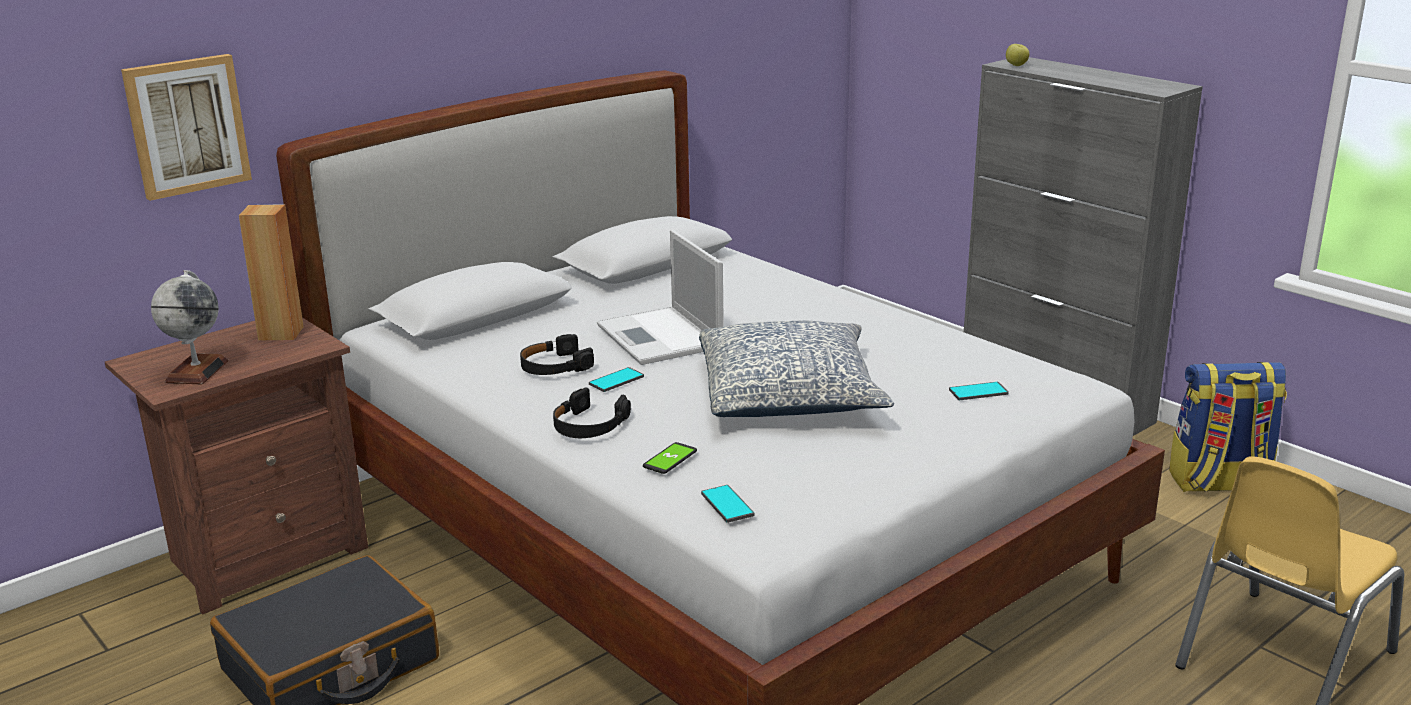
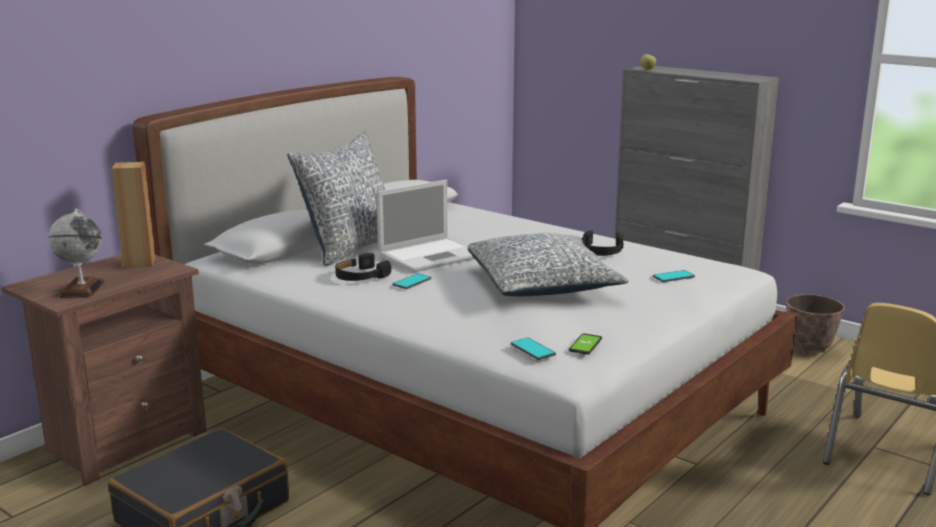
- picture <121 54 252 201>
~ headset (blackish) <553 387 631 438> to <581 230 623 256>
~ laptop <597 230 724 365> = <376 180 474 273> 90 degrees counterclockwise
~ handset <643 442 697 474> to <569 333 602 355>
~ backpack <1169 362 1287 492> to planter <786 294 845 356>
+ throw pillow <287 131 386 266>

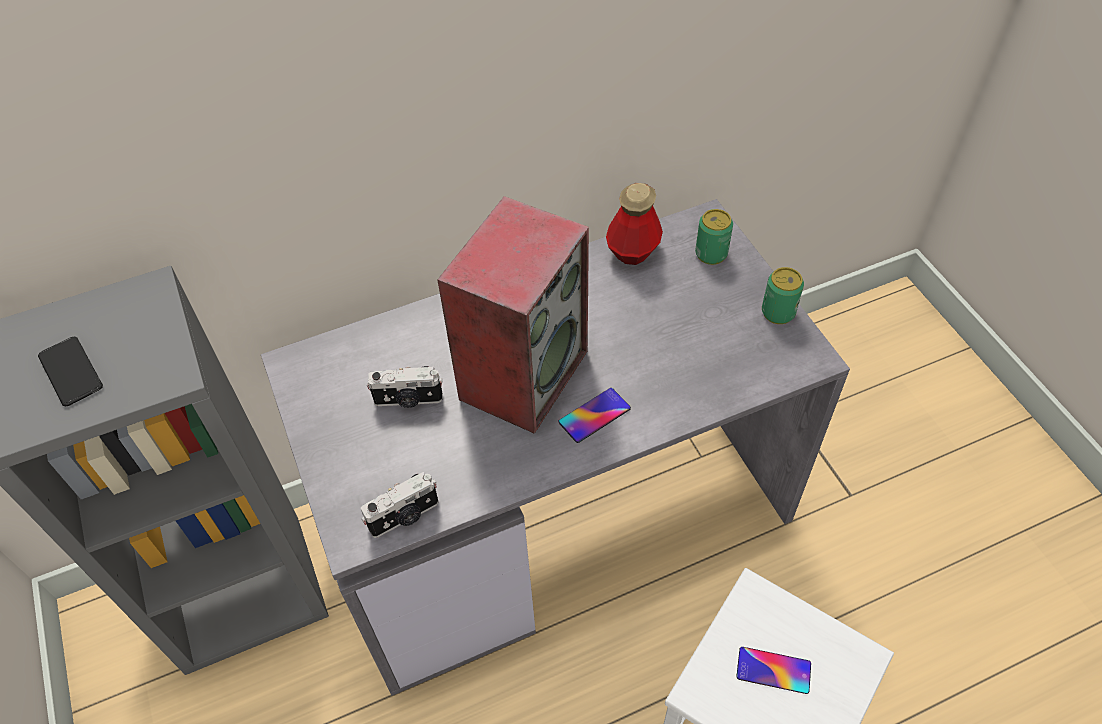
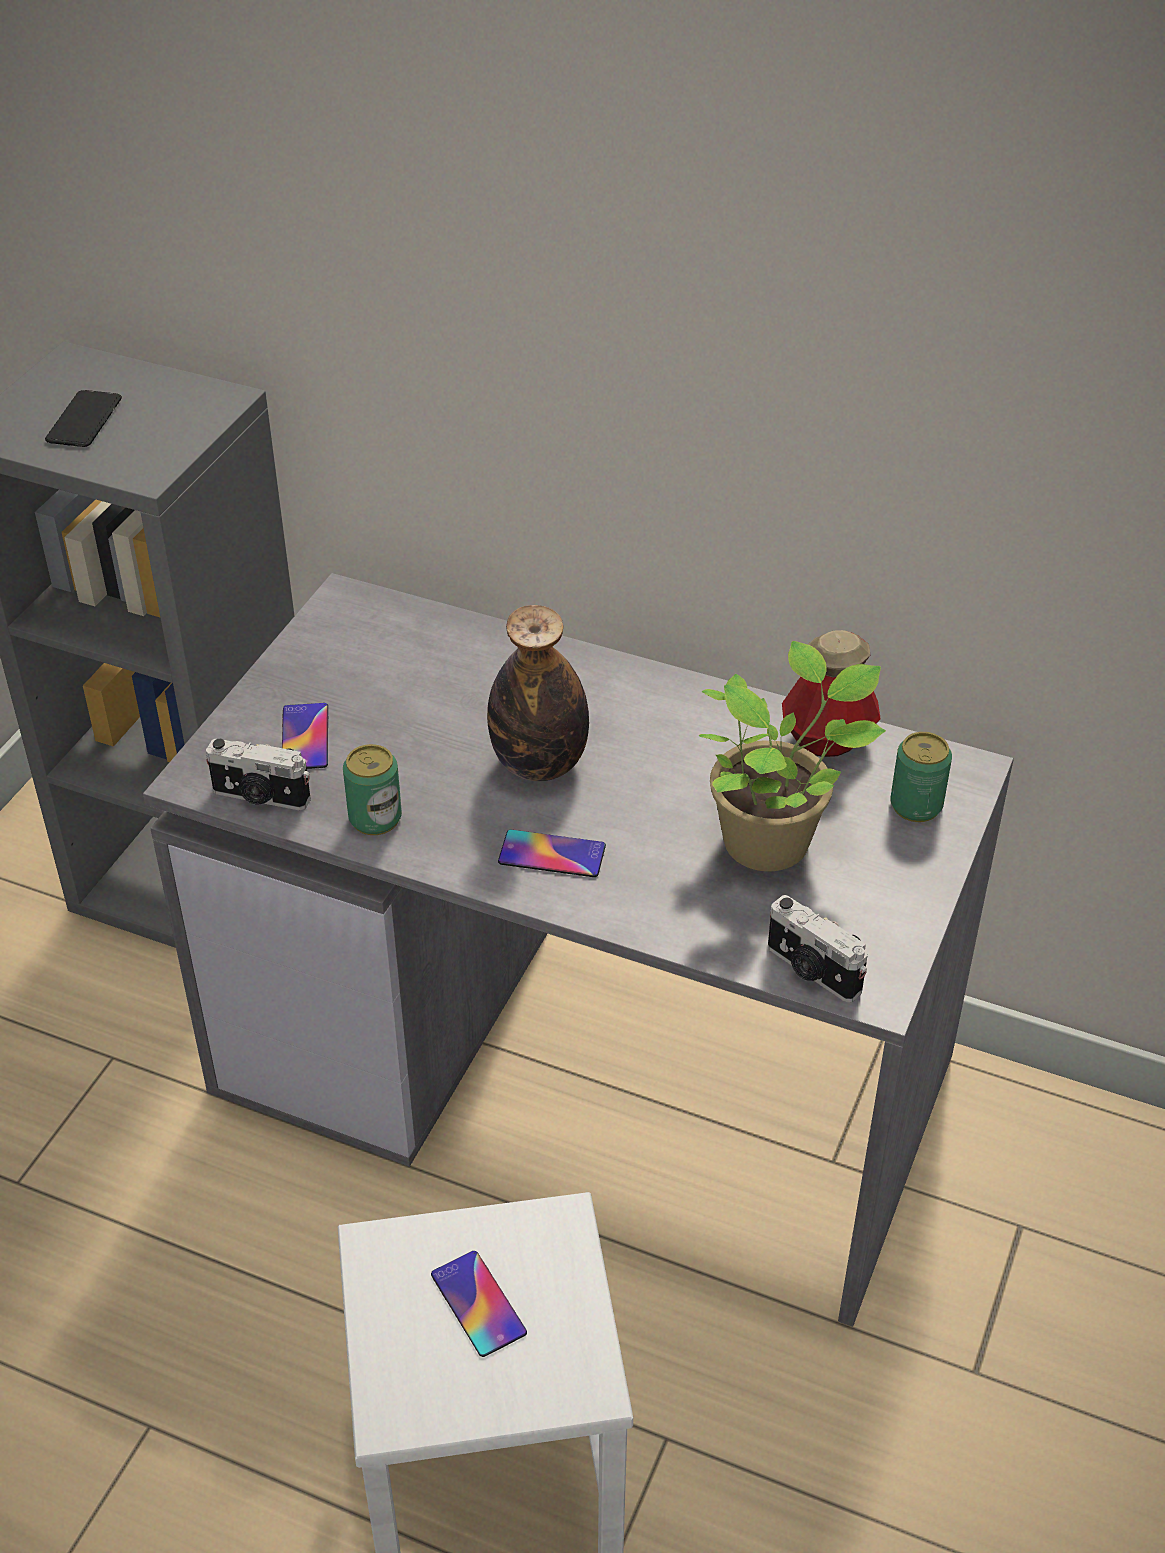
~ photo camera <367 366 443 408> to <768 895 868 1002>
~ speaker <437 196 589 434> to drink bottle <487 605 589 781>
~ metal can <762 267 804 324> to <343 744 402 835>
+ handset <282 703 328 769>
+ plant in a pot <699 641 886 872>

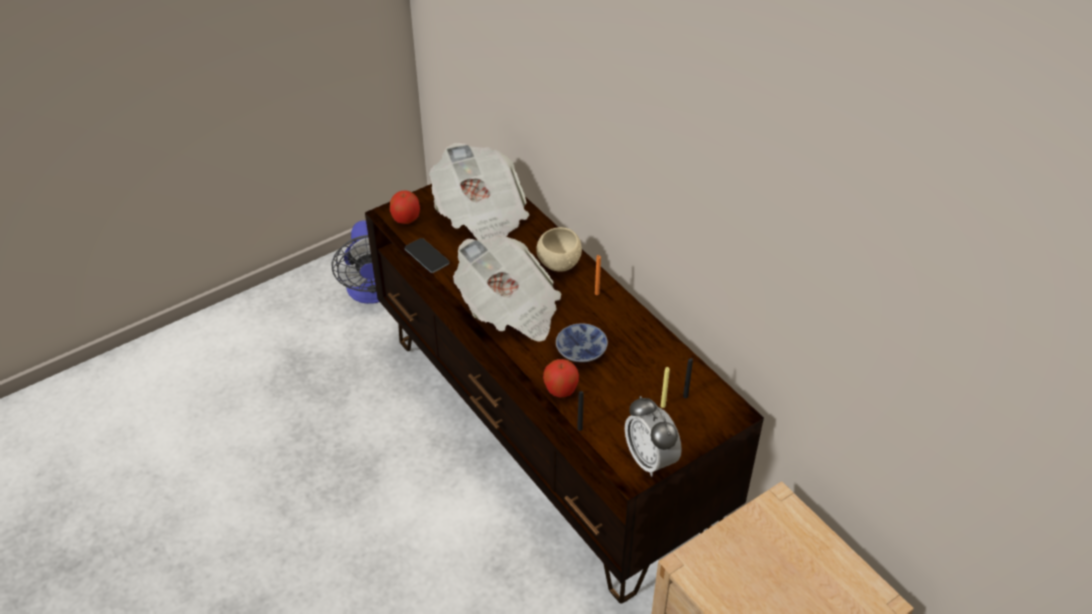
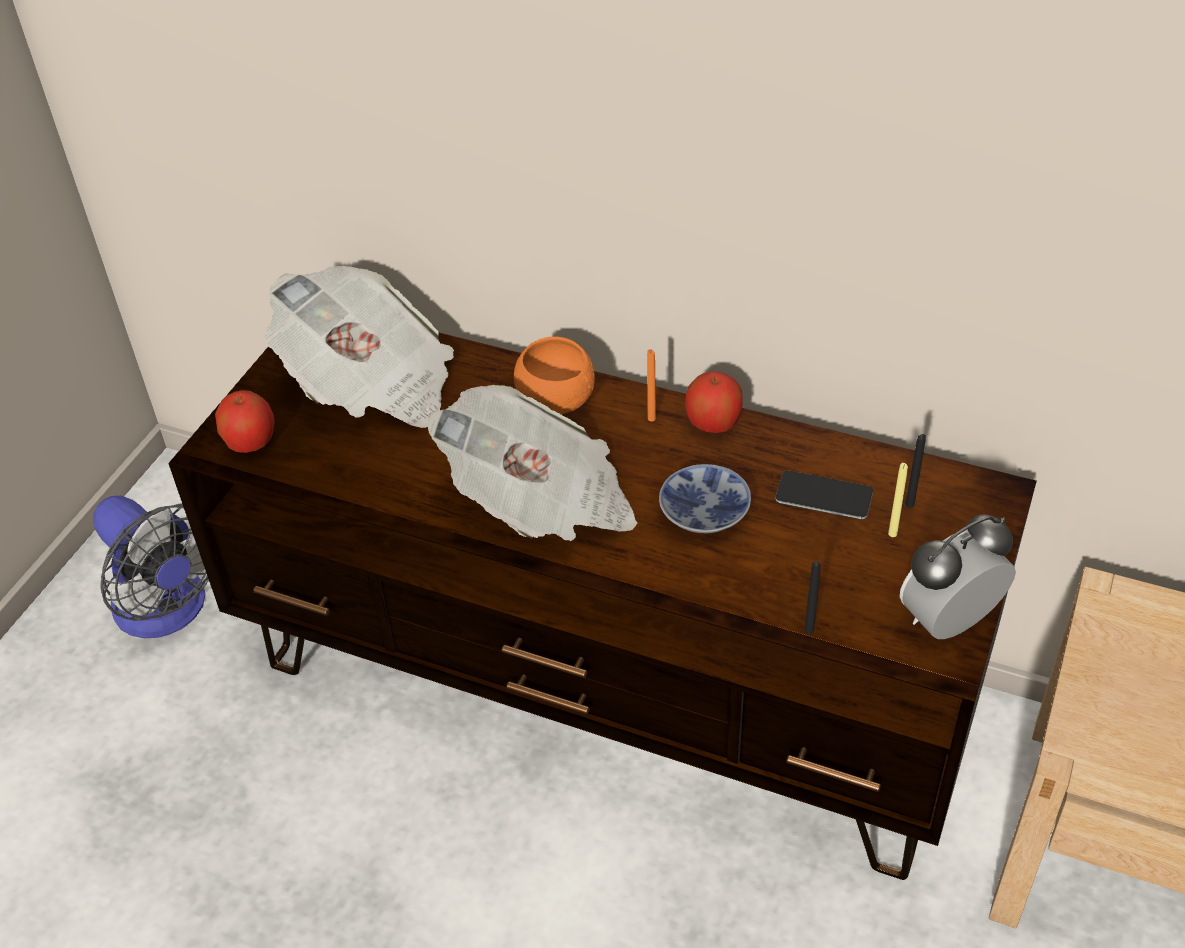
~ handset <405 238 449 273> to <775 471 873 519>
~ serving bowl (sand-coloured) <536 227 582 272> to serving bowl (orange) <514 337 595 414>
~ apple fruit <543 359 579 397> to <685 371 743 433>
~ alarm clock <625 396 682 477> = <900 514 1016 639> 120 degrees clockwise

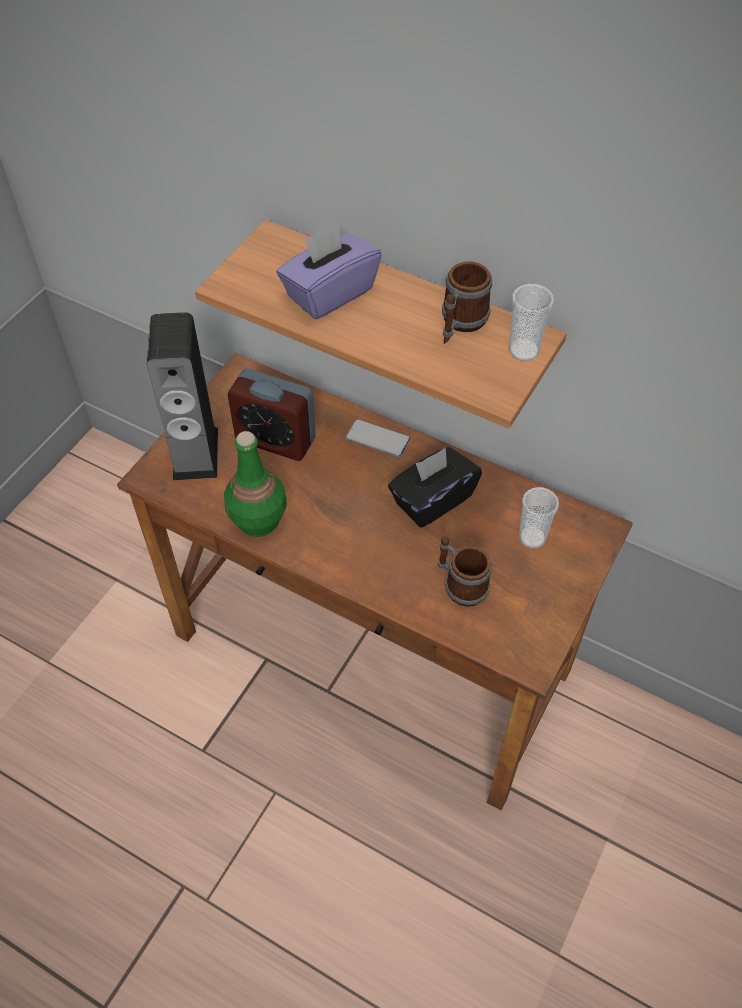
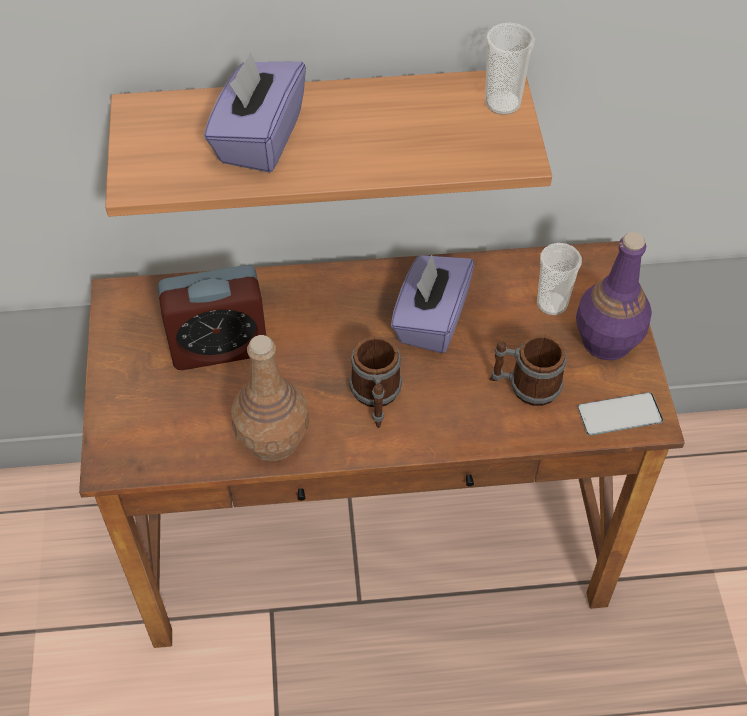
- speaker <147 312 218 480>
~ drink bottle (greenish) <224 431 287 537> to drink bottle (brownish) <231 335 309 462>
~ handset <346 419 411 457> to <577 392 663 435>
~ tissue holder (blackish) <388 447 482 528> to tissue holder (purple-coloured) <391 254 474 353>
~ coffee mug <442 261 492 344> to <350 336 402 428>
+ drink bottle (purple-coloured) <576 232 652 360>

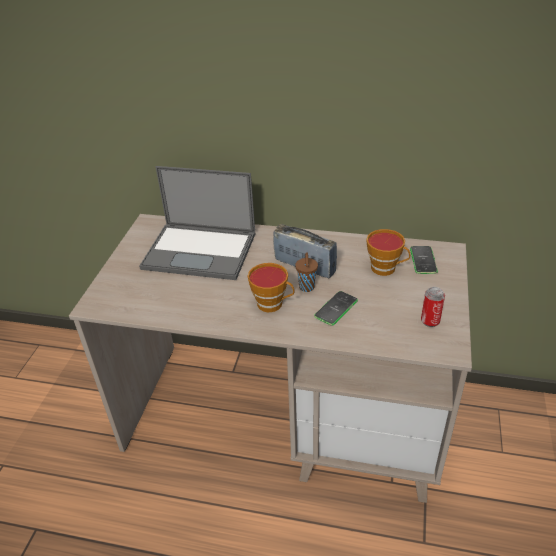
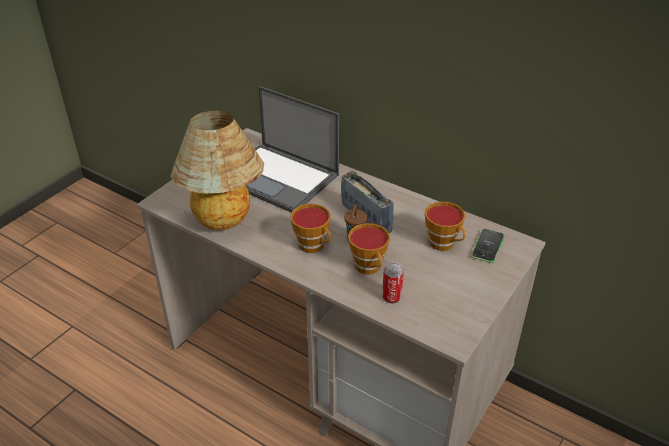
~ handset <314 291 358 326> to small cup <348 223 390 275>
~ metal can <421 287 445 327> to <382 262 404 303>
+ table lamp <171 111 264 230>

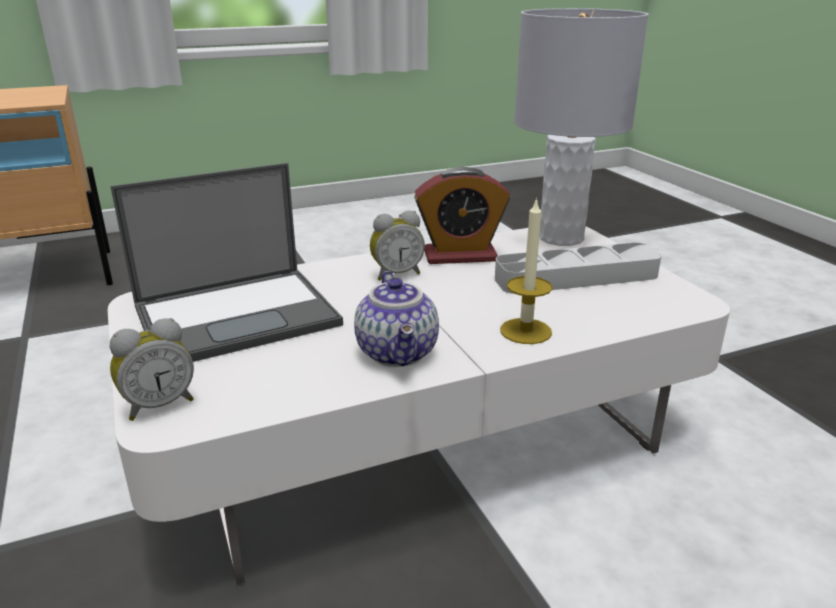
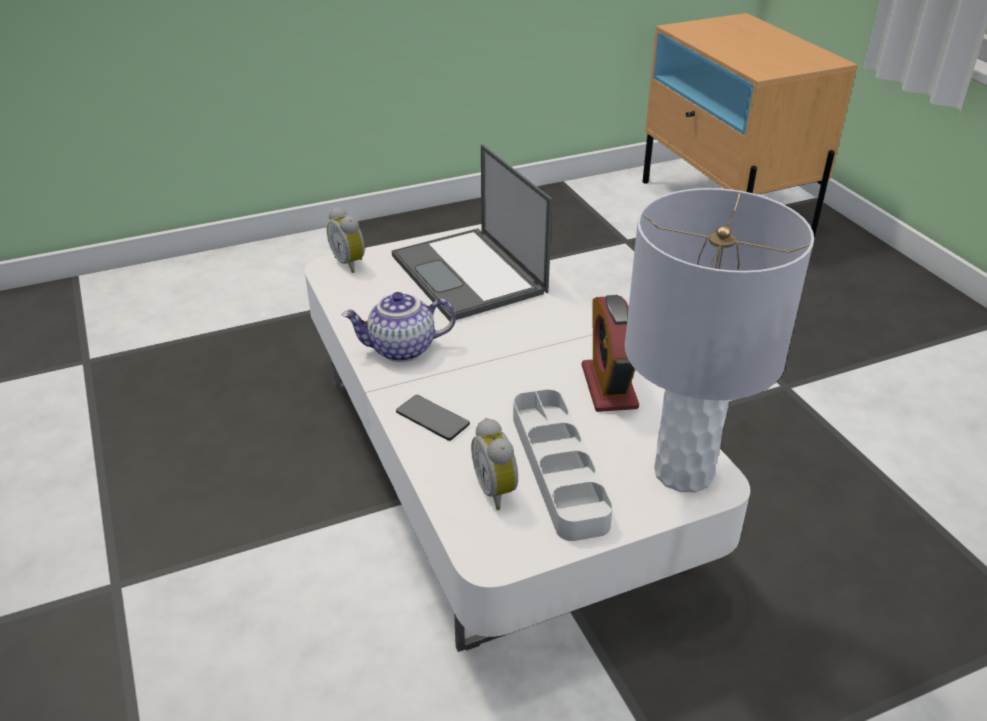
~ alarm clock <370 211 425 280> to <471 418 518 510>
~ candle <500 197 552 344> to handset <396 395 470 441>

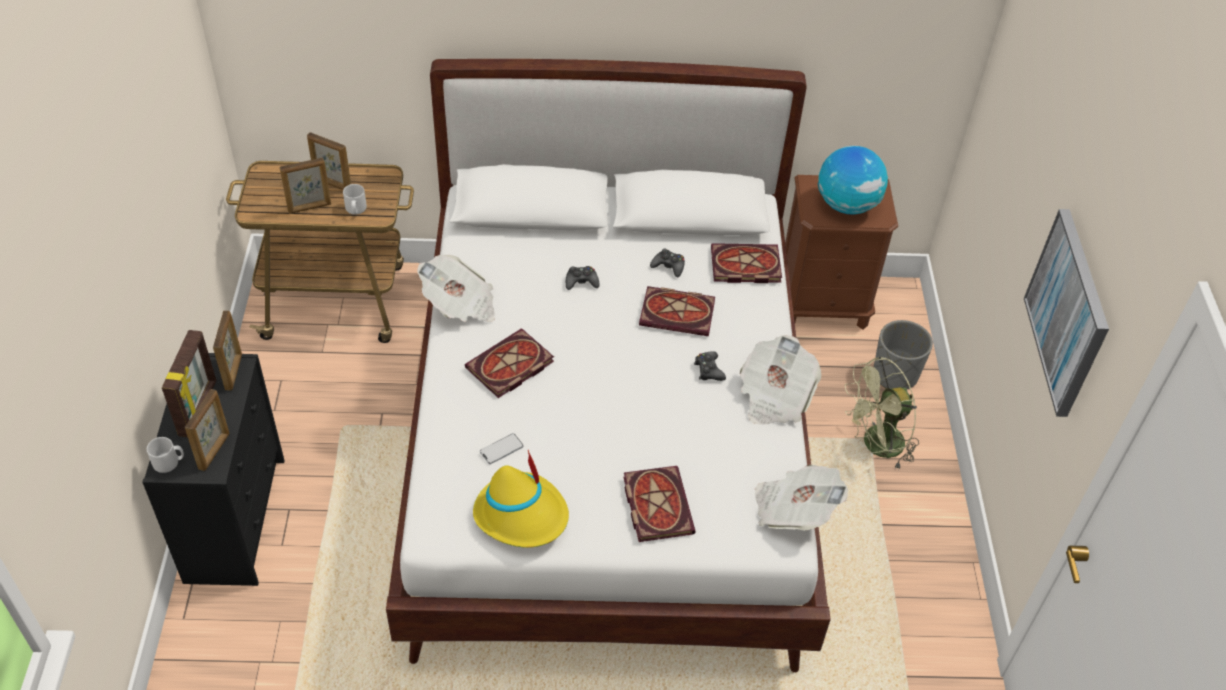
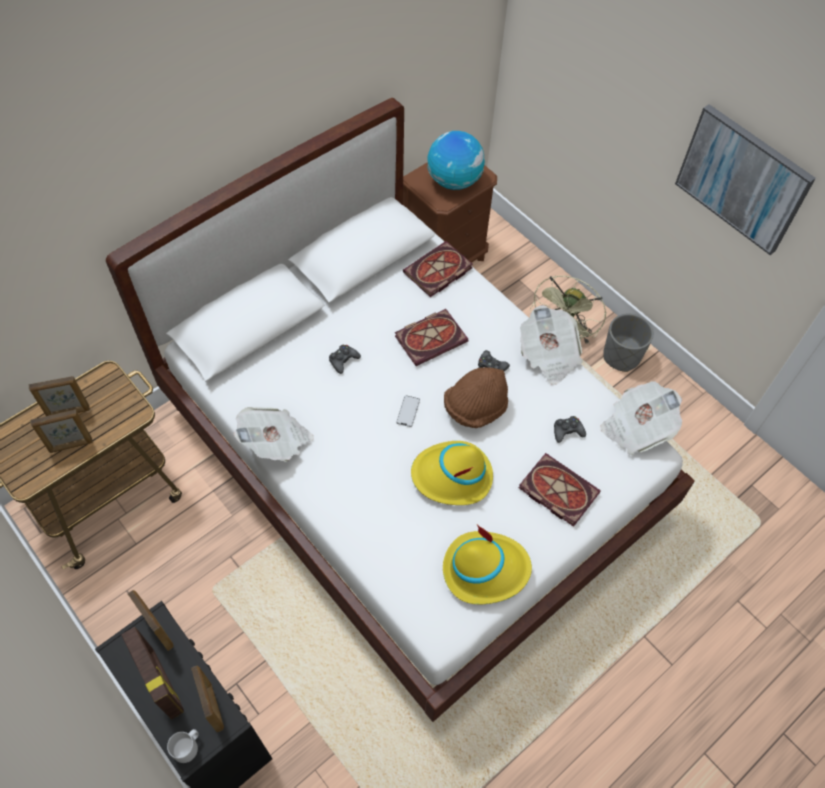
~ standing frame <280 158 331 214> = <30 409 93 453> 45 degrees clockwise
- coffee mug (gray) <343 184 367 215>
- book <465 328 554 398>
~ handset <480 433 523 464> to <396 395 420 427>
~ game controller (blackish) <650 248 685 277> to <554 416 586 443>
~ planter (gray) <874 320 933 389> to <603 313 654 372>
+ clothing hat (yellow) <411 441 493 505>
+ clothing hat (brownish) <444 367 508 428>

